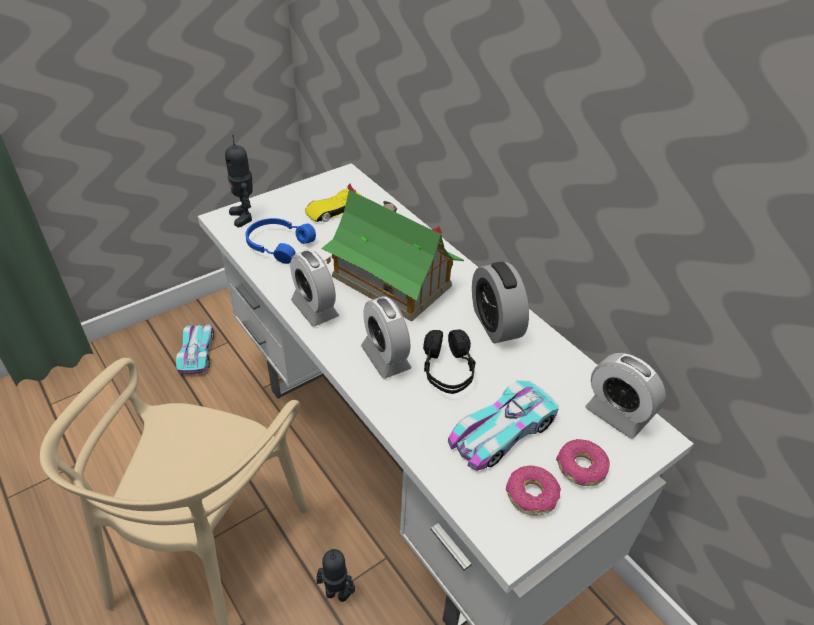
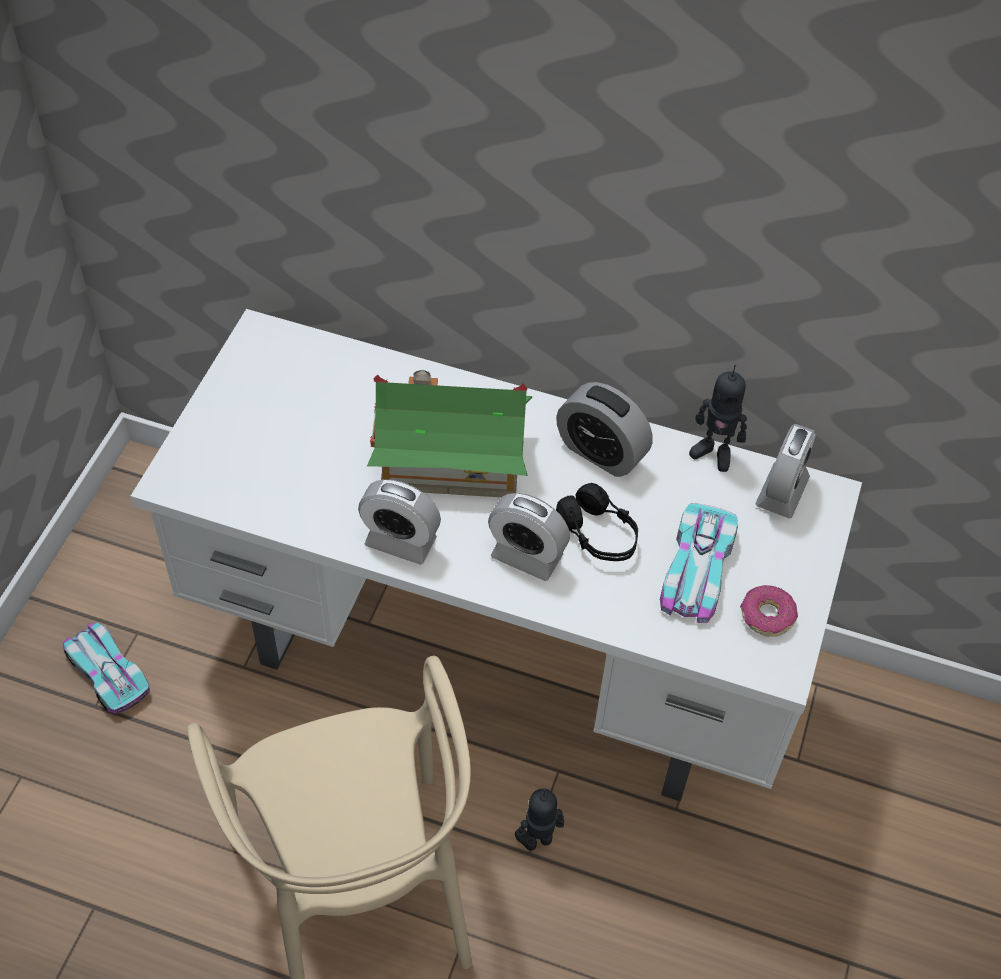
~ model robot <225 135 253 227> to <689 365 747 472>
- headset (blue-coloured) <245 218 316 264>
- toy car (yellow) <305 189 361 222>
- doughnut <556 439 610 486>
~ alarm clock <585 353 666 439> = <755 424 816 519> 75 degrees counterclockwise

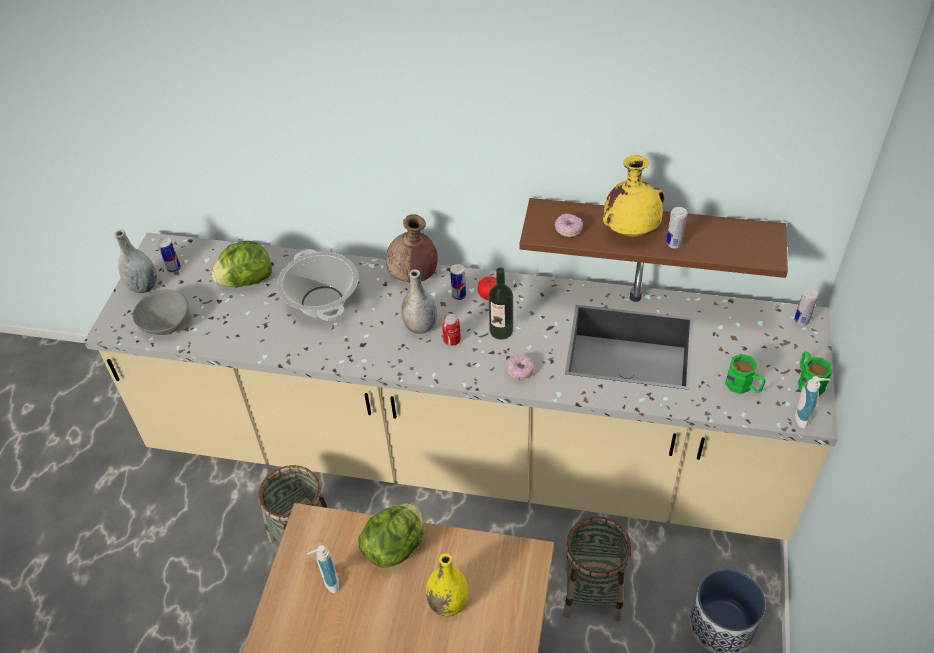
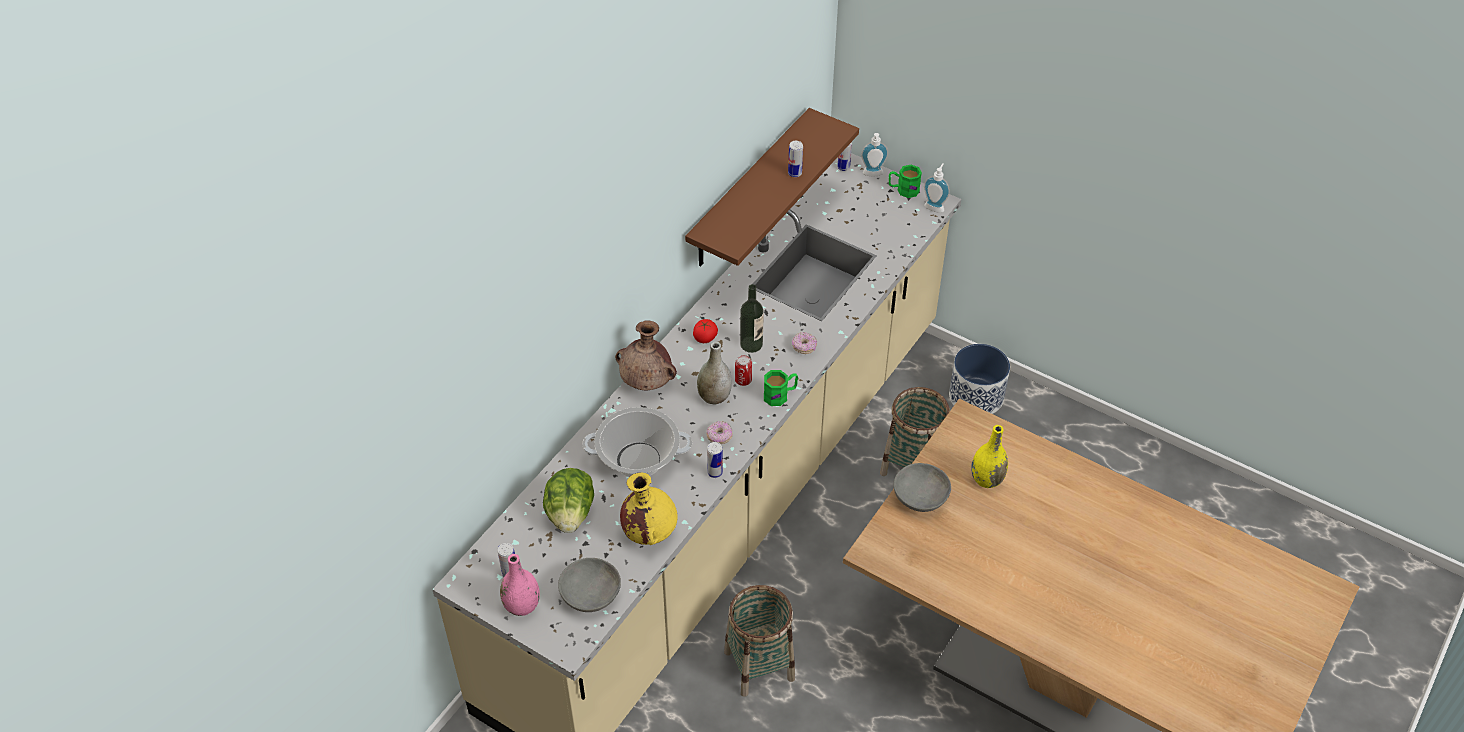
~ flower vase (gray) <114 230 157 293> to flower vase (pink) <500 554 540 616>
~ soap bottle <307 545 339 593> to <861 133 888 177>
~ lettuce head <358 503 423 568> to serving bowl (gray) <894 463 951 512>
~ metal can <450 264 466 300> to <707 442 723 478>
~ doughnut <555 214 583 237> to <707 421 732 444>
~ flower vase (yellow) <603 155 664 237> to <620 472 678 545>
~ coffee mug (greenish) <725 354 765 394> to <764 370 798 406>

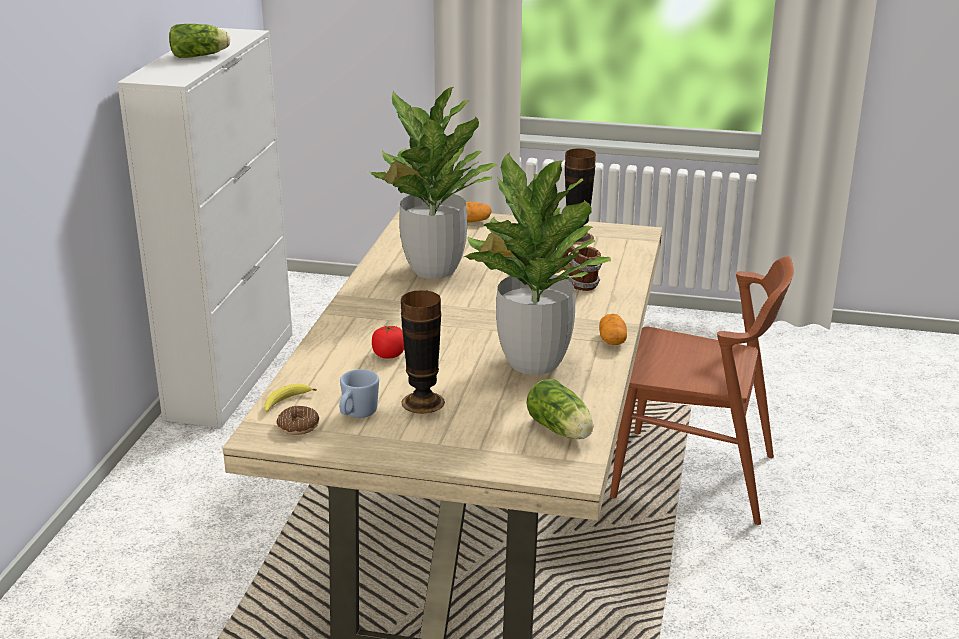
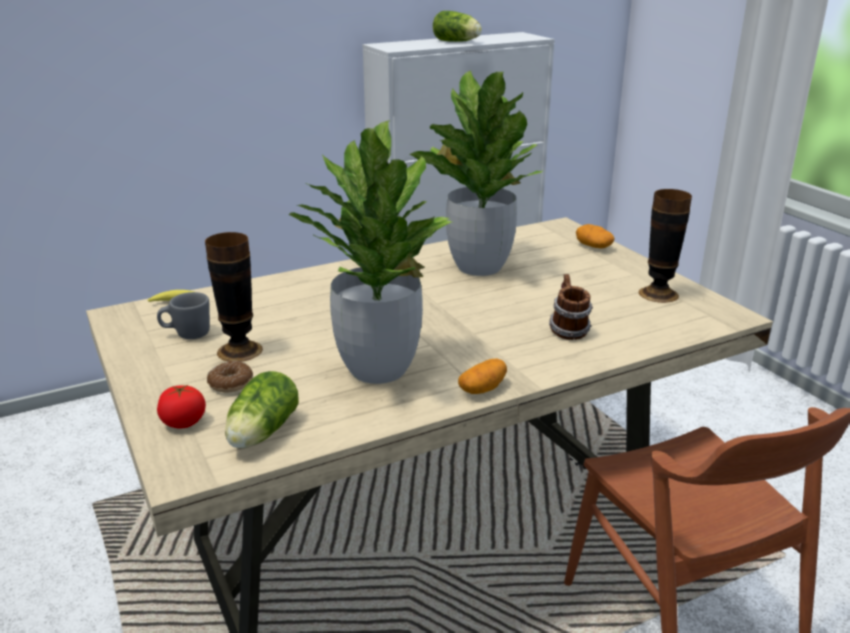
~ doughnut <277 406 319 435> to <207 361 253 392>
~ coffee mug (blue-coloured) <339 369 379 418> to coffee mug (gray) <157 292 210 339>
~ tomato <372 325 404 358> to <157 385 206 428>

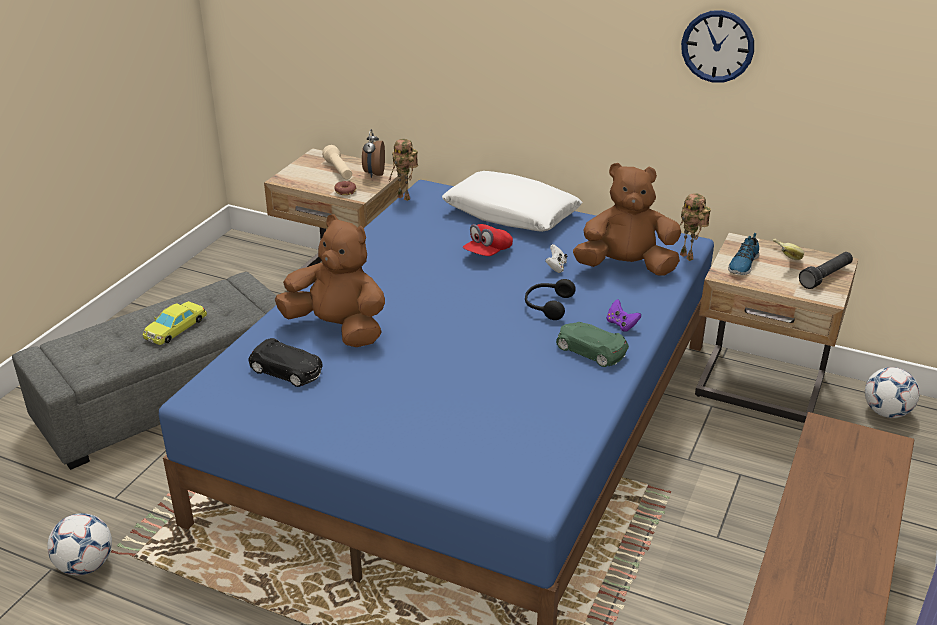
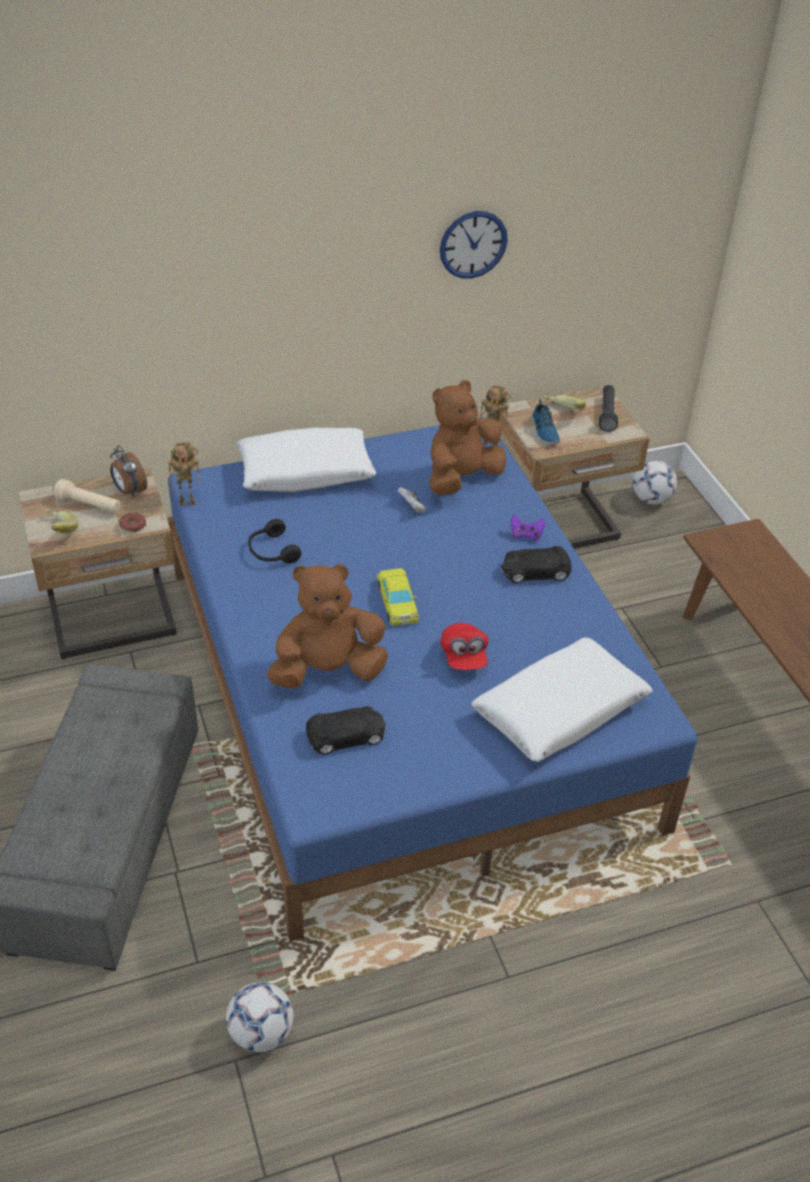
~ toy car (yellow) <143 301 207 345> to <377 568 419 626>
~ baseball cap (reddish) <463 224 513 256> to <440 623 489 670>
~ headset (blackish) <525 279 576 320> to <248 519 301 563>
~ toy car (greenish) <556 322 629 367> to toy car (blackish) <501 546 571 583>
+ banana fruit <45 509 78 534>
+ throw pillow (white) <472 637 653 762>

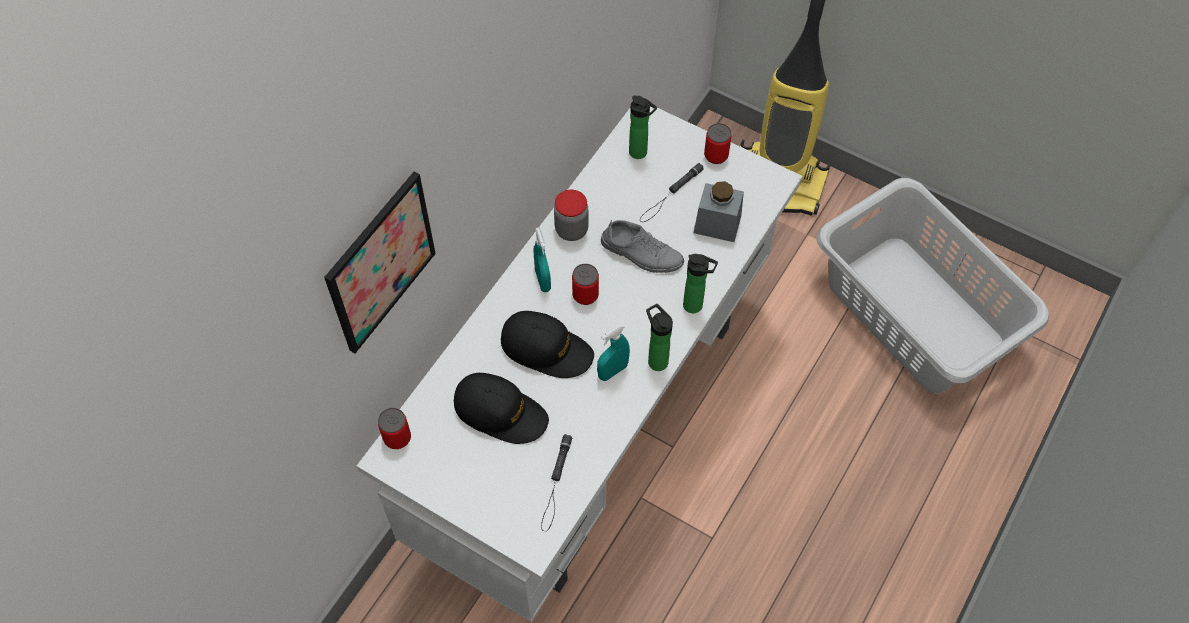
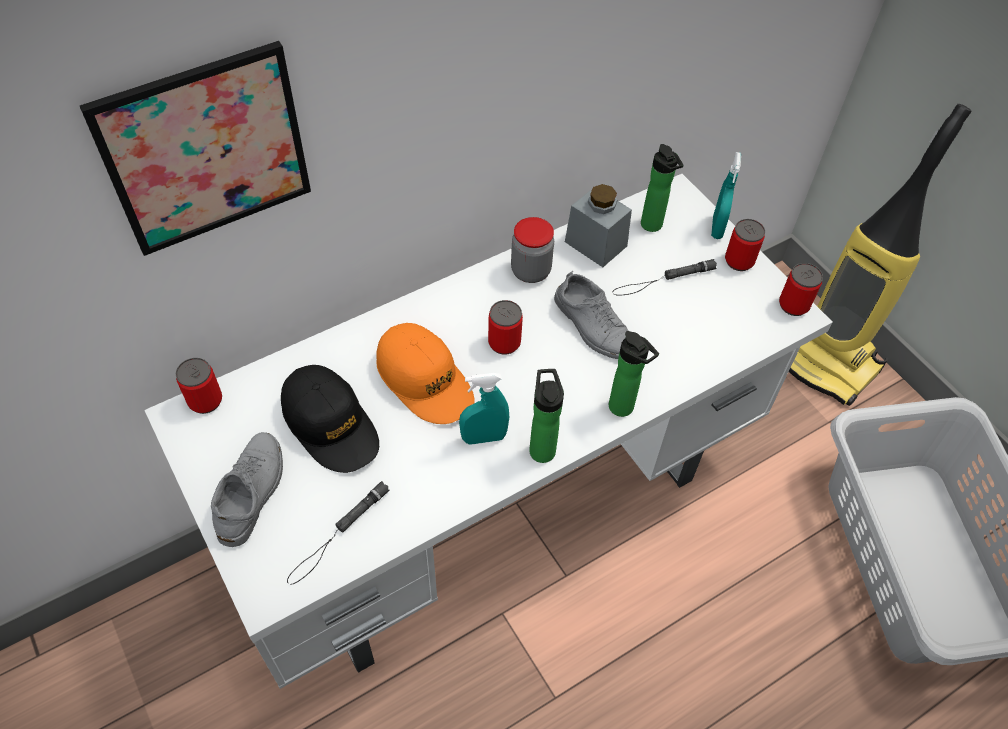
~ baseball cap (blackish) <501 311 594 378> to baseball cap (orange) <376 323 475 424>
~ sprayer (turquoise-coloured) <534 227 551 292> to <711 152 741 239>
~ preserve jar (gray) <694 181 744 242> to <565 184 632 267>
+ low shoe (gray) <211 432 283 547>
+ metal can <779 263 823 316>

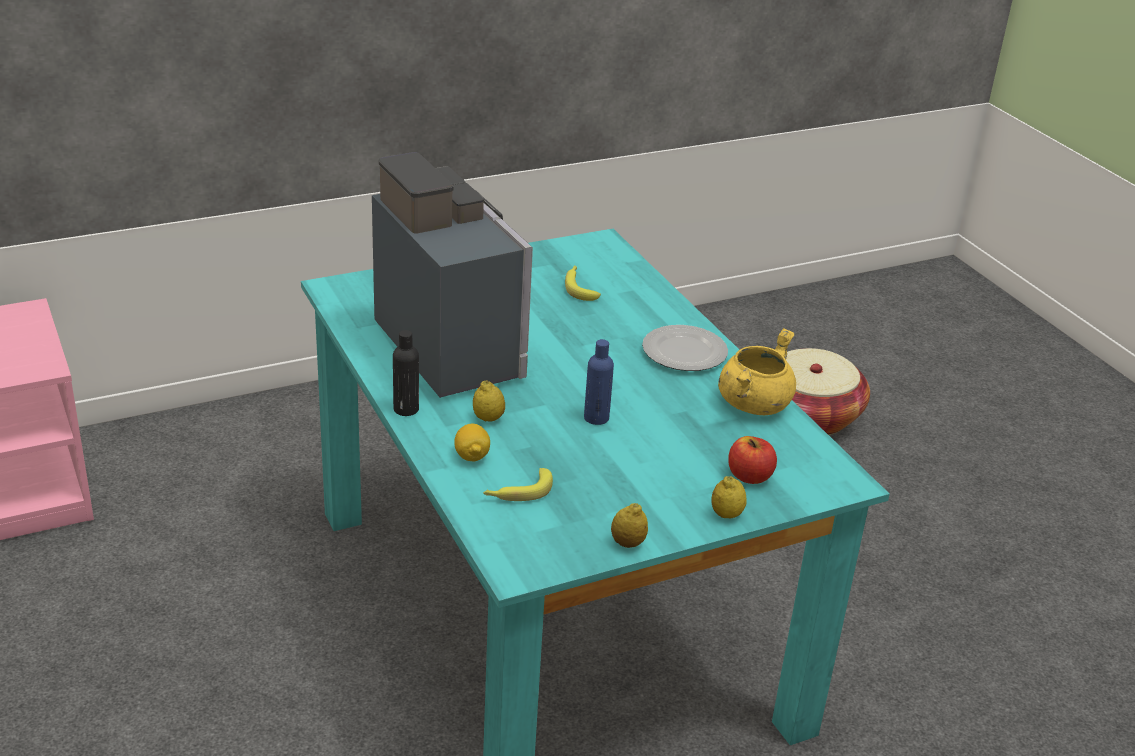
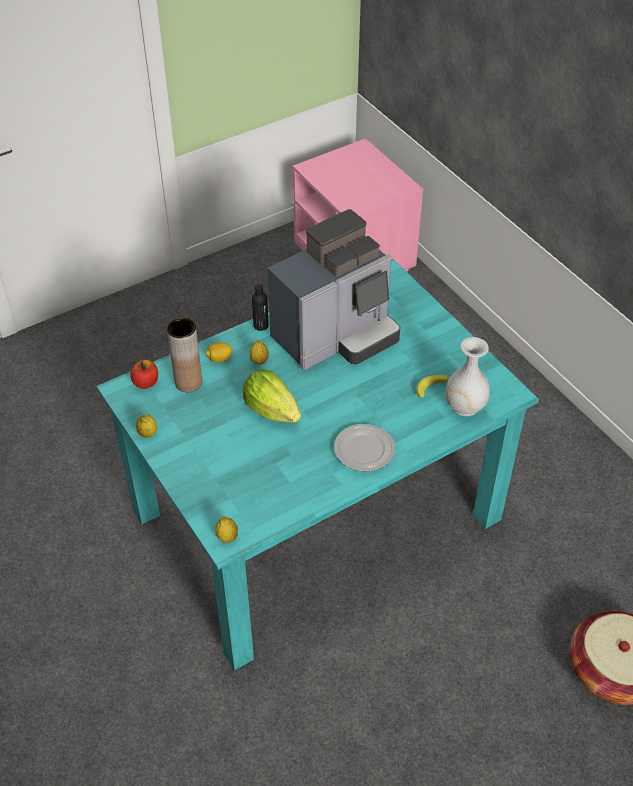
~ banana fruit <483 468 553 501> to flower vase (brownish) <167 318 202 392>
~ drink bottle (blue-coloured) <584 339 614 425> to lettuce head <243 369 301 423>
~ citrus fruit <711 476 747 518> to <216 516 238 543>
- saucepot (yellow) <718 328 796 415>
~ apple fruit <728 436 777 484> to <130 360 158 389>
+ flower vase (white) <445 337 490 416>

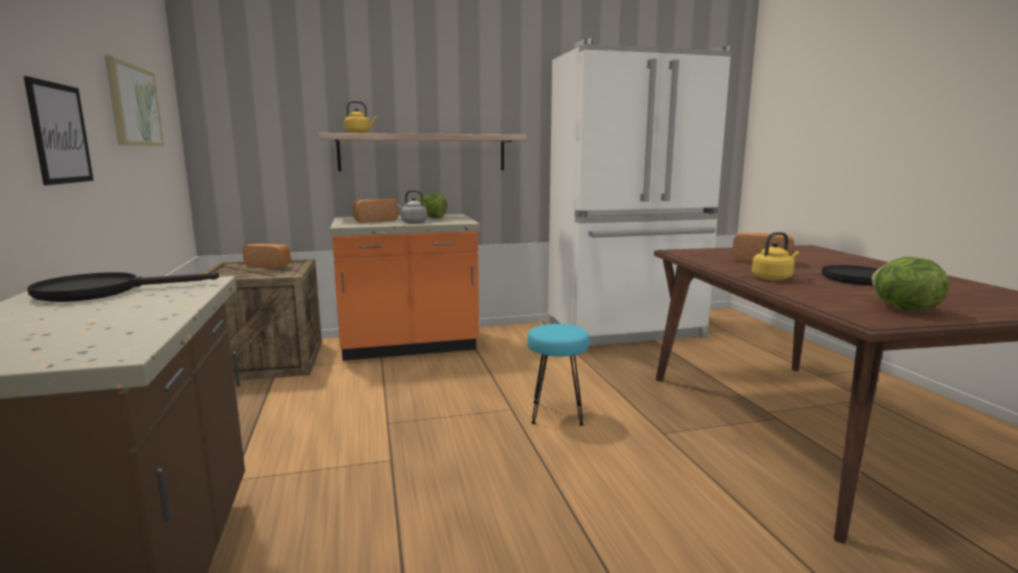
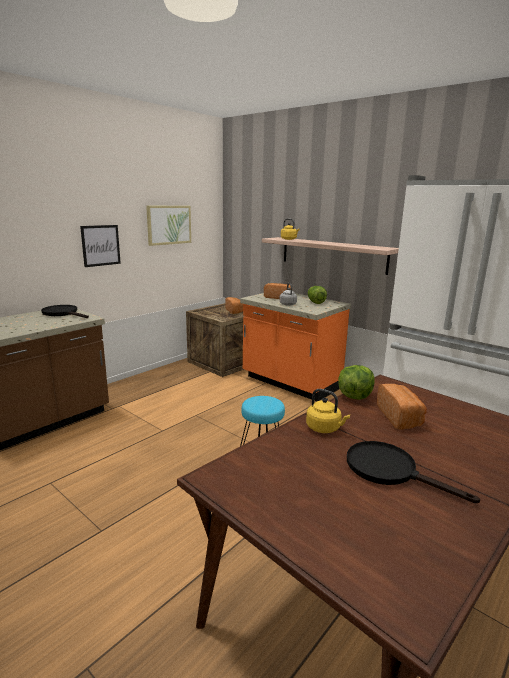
~ lettuce head <872 257 949 311> to <338 365 374 400>

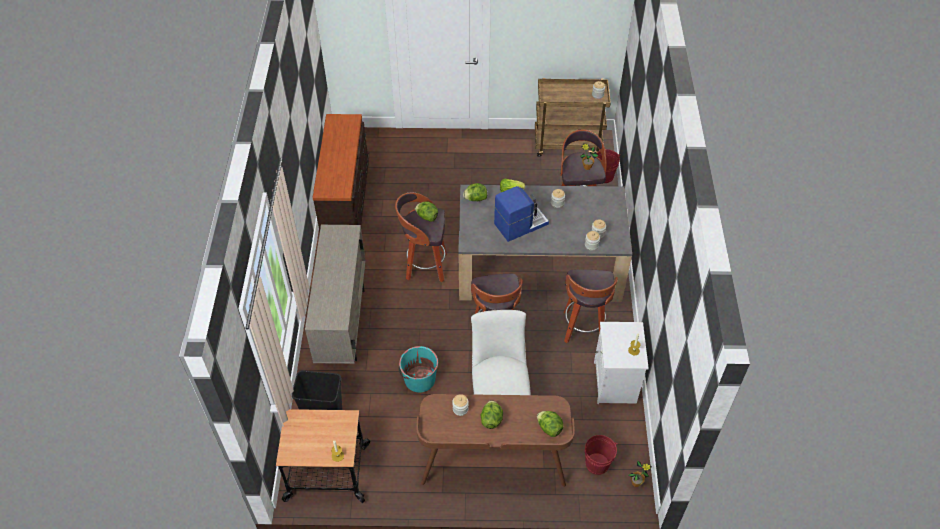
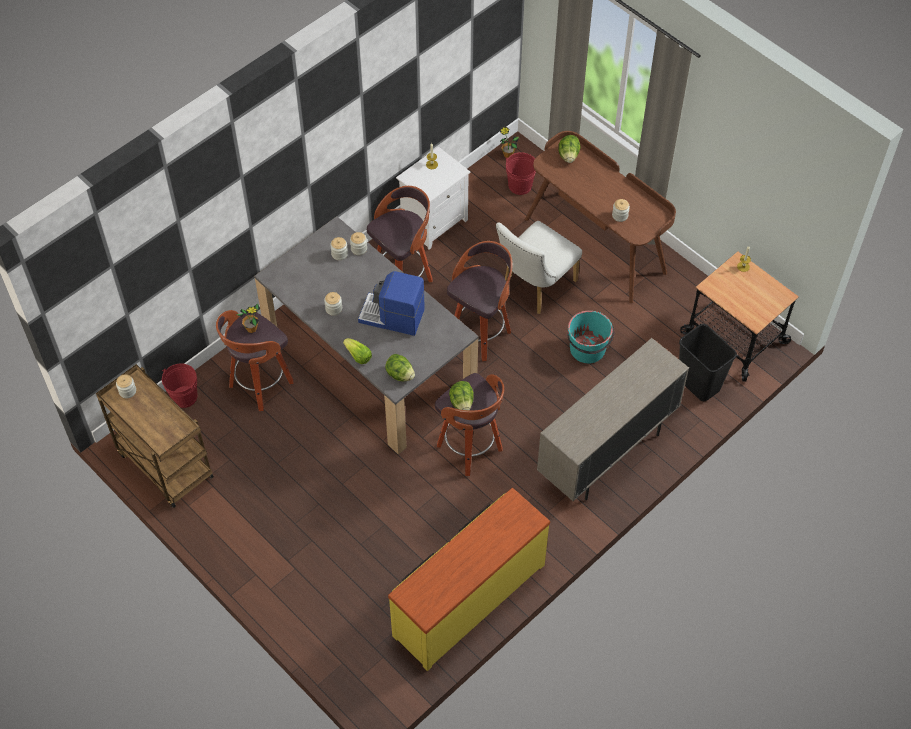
~ chest of drawers (brownish) <312 114 369 231> to chest of drawers (yellow) <388 488 550 671>
- lettuce head <481 400 503 429>

